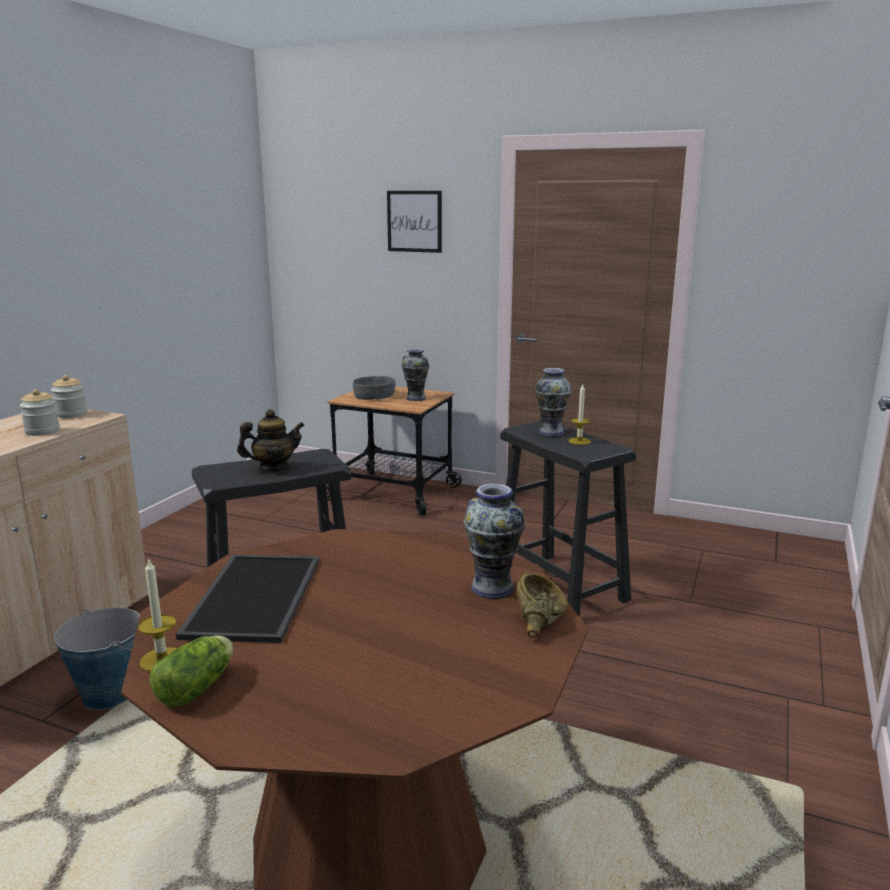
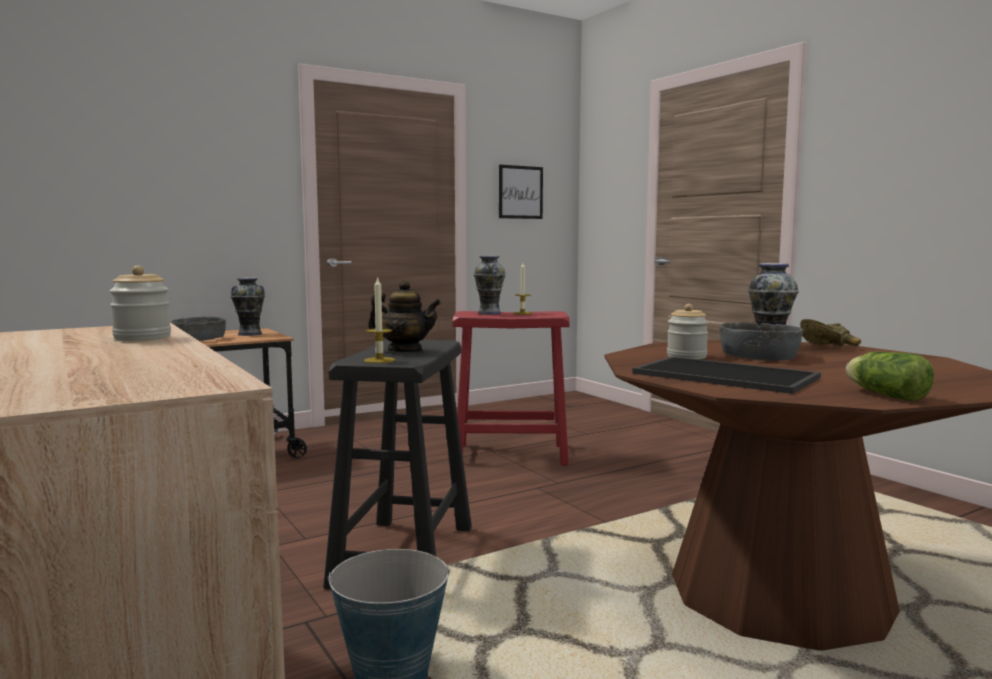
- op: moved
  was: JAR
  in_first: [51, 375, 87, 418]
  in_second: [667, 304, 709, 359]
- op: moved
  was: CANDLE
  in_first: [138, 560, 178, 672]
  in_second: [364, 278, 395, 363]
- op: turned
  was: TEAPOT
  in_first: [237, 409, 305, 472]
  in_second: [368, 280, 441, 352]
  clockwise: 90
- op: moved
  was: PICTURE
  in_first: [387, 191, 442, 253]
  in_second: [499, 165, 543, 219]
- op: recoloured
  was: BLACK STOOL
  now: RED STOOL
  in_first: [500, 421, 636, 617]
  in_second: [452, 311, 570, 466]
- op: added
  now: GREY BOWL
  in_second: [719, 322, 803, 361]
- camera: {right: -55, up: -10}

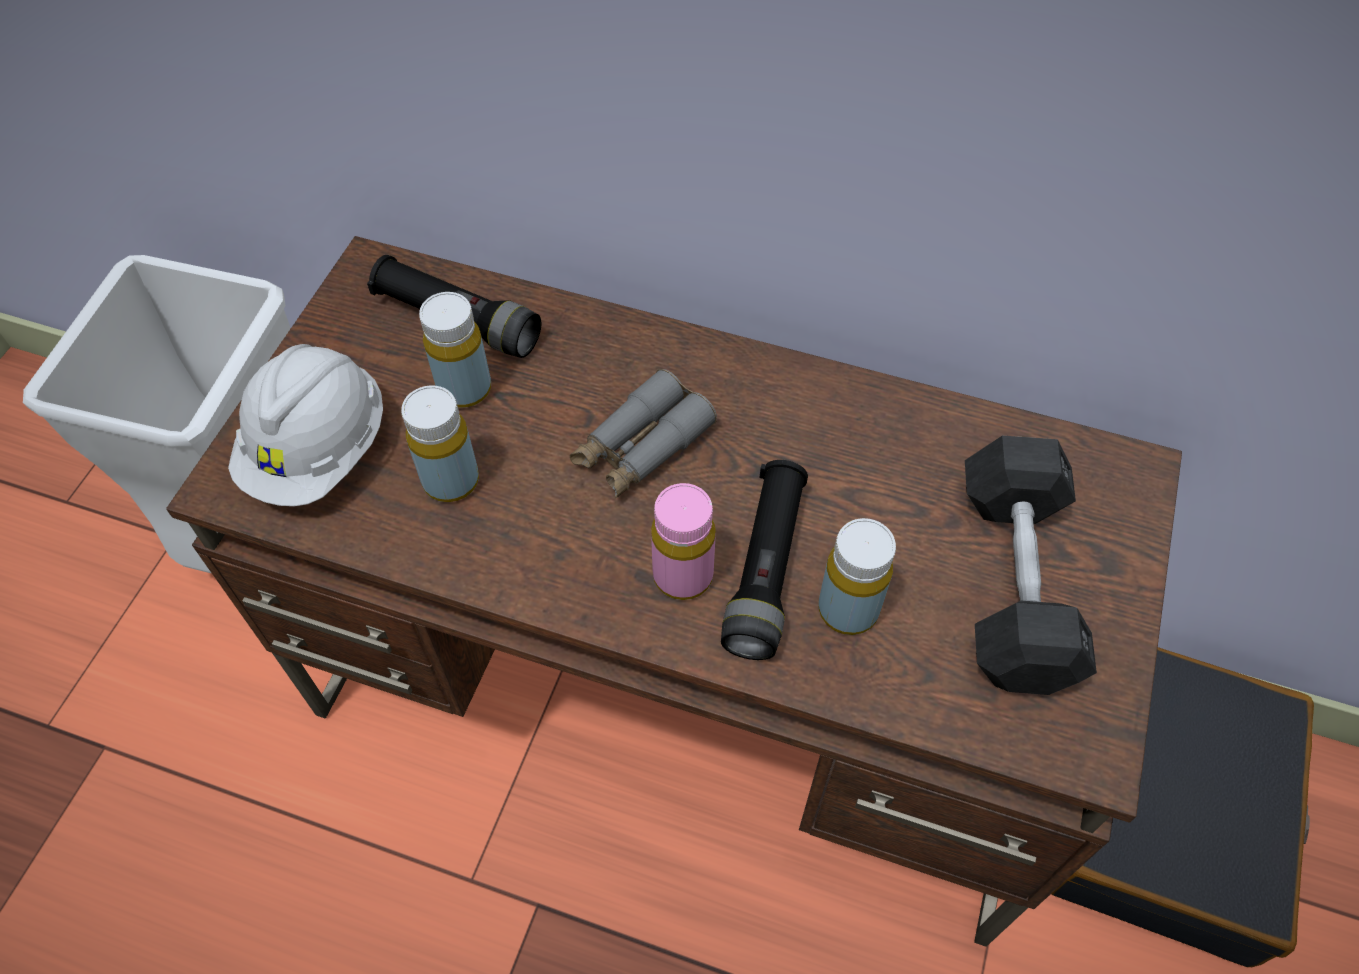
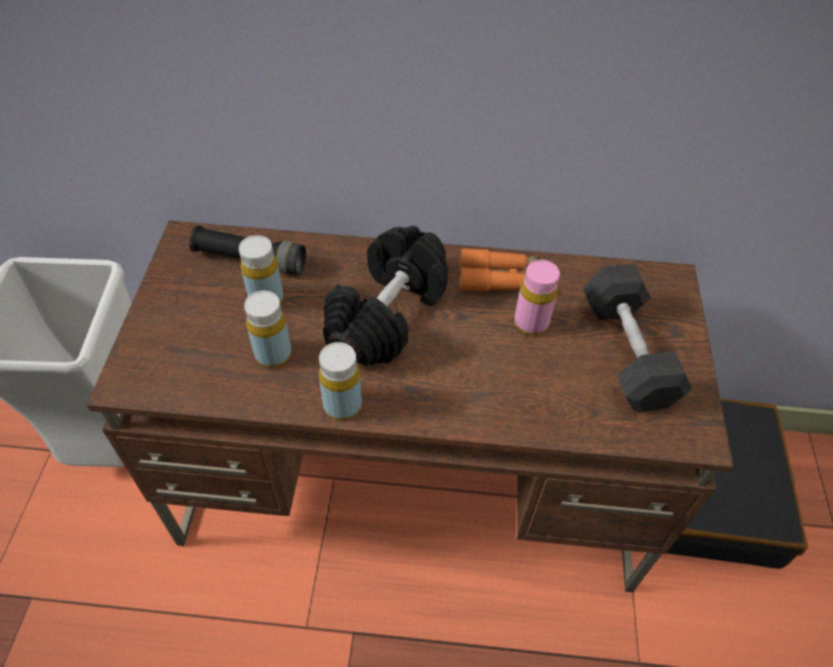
- op: removed
  was: WHITE HARD HAT
  in_first: [228, 344, 383, 506]
- op: replaced
  was: GREY BINOCULARS
  now: BLACK DUMBBELL
  in_first: [570, 369, 717, 498]
  in_second: [323, 226, 448, 366]
- op: moved
  was: PINK BOTTLE
  in_first: [651, 483, 716, 600]
  in_second: [514, 260, 560, 335]
- op: removed
  was: BLACK FLASHLIGHT
  in_first: [721, 460, 808, 660]
- op: moved
  was: YELLOW BOTTLE
  in_first: [818, 518, 896, 635]
  in_second: [319, 342, 362, 420]
- op: added
  now: ORANGE BINOCULARS
  in_second: [460, 248, 541, 292]
- camera: {right: -15, up: -5}

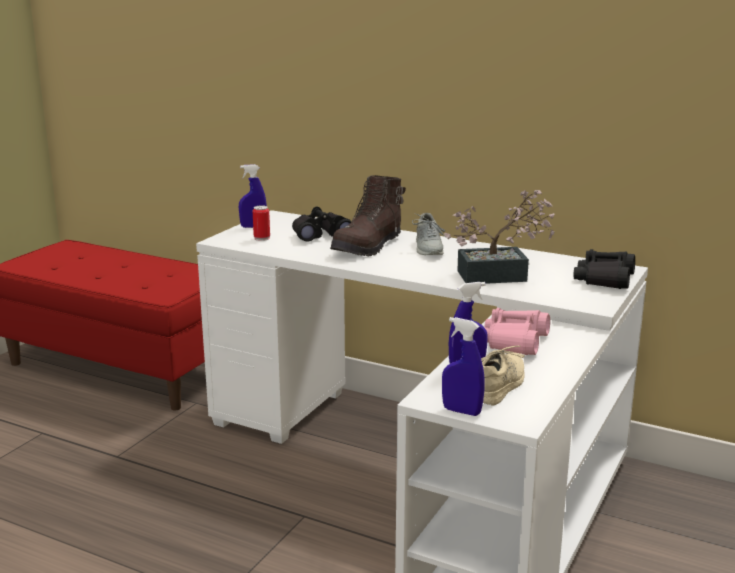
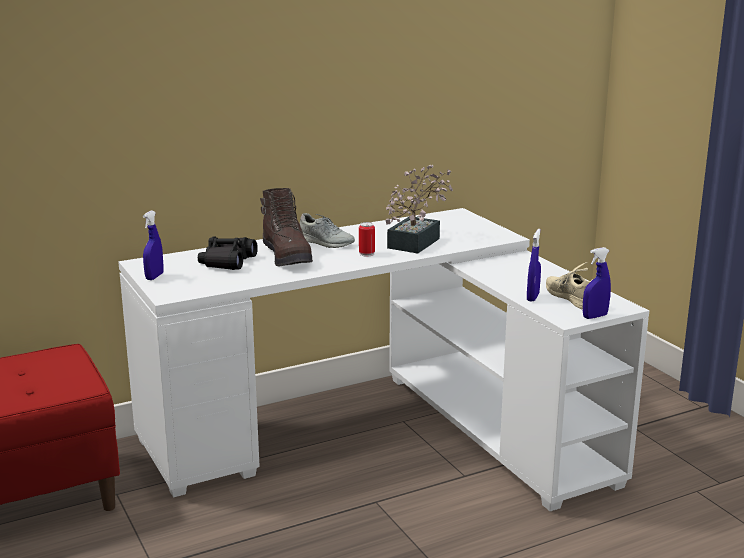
- op: moved
  was: CAN
  in_first: [253, 205, 270, 241]
  in_second: [359, 222, 375, 256]
- op: removed
  was: PINK BINOCULARS
  in_first: [484, 308, 550, 355]
- op: removed
  was: BLACK BINOCULARS
  in_first: [574, 249, 635, 289]
- camera: {right: -55, up: 0}

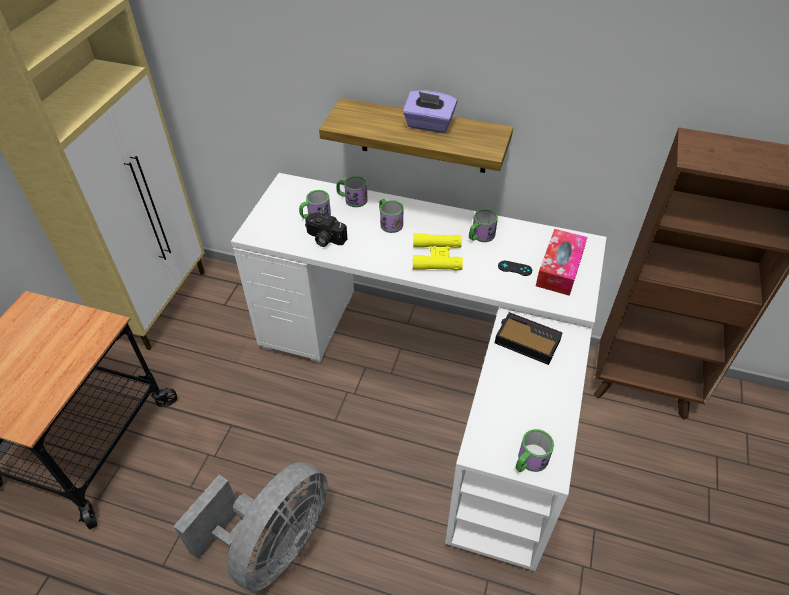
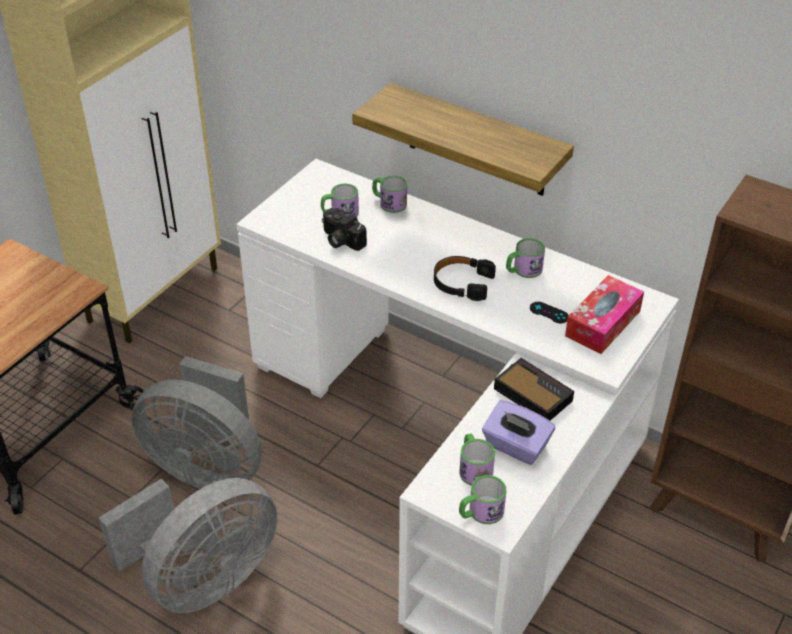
- op: moved
  was: MUG
  in_first: [379, 199, 403, 233]
  in_second: [459, 433, 495, 486]
- op: moved
  was: PURPLE TISSUE BOX
  in_first: [403, 90, 457, 133]
  in_second: [482, 400, 555, 465]
- op: replaced
  was: YELLOW BINOCULARS
  now: BLACK HEADPHONES
  in_first: [413, 233, 463, 270]
  in_second: [434, 256, 496, 301]
- op: added
  now: GREY FAN
  in_second: [131, 356, 261, 489]
- camera: {right: 15, up: -5}

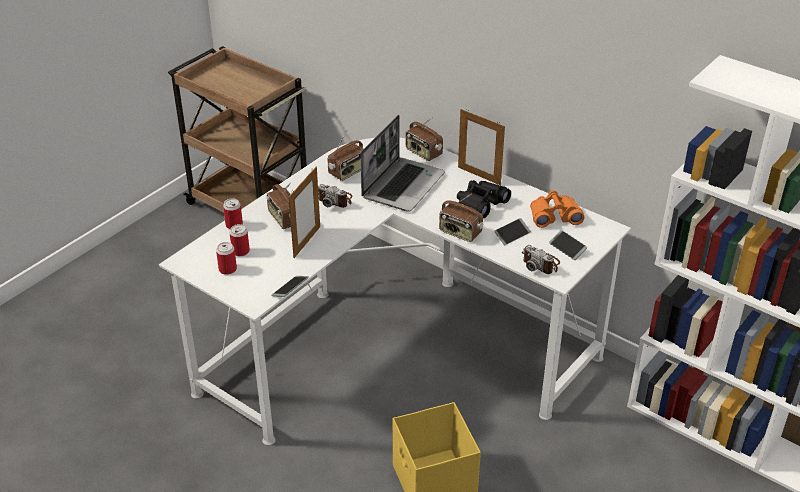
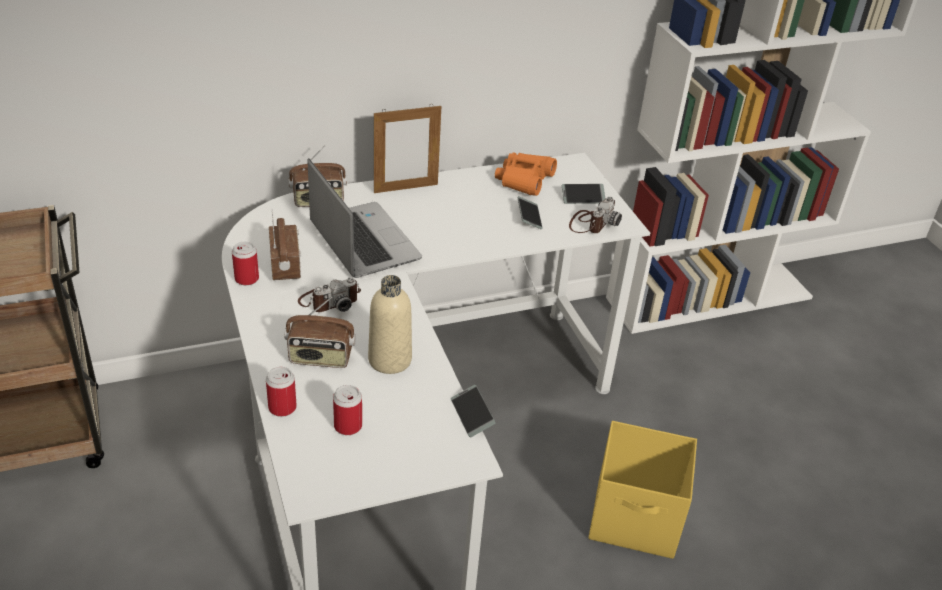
- op: moved
  was: CAN
  in_first: [216, 242, 237, 275]
  in_second: [232, 242, 259, 285]
- op: replaced
  was: PICTURE FRAME
  now: BEIGE BOTTLE
  in_first: [289, 167, 320, 258]
  in_second: [368, 275, 412, 374]
- op: removed
  was: RADIO
  in_first: [439, 193, 483, 242]
- op: removed
  was: BLACK BINOCULARS
  in_first: [457, 180, 511, 218]
- op: turned
  was: PHOTO CAMERA
  in_first: [521, 245, 560, 274]
  in_second: [569, 197, 622, 233]
  clockwise: -45
- camera: {right: -60, up: 0}

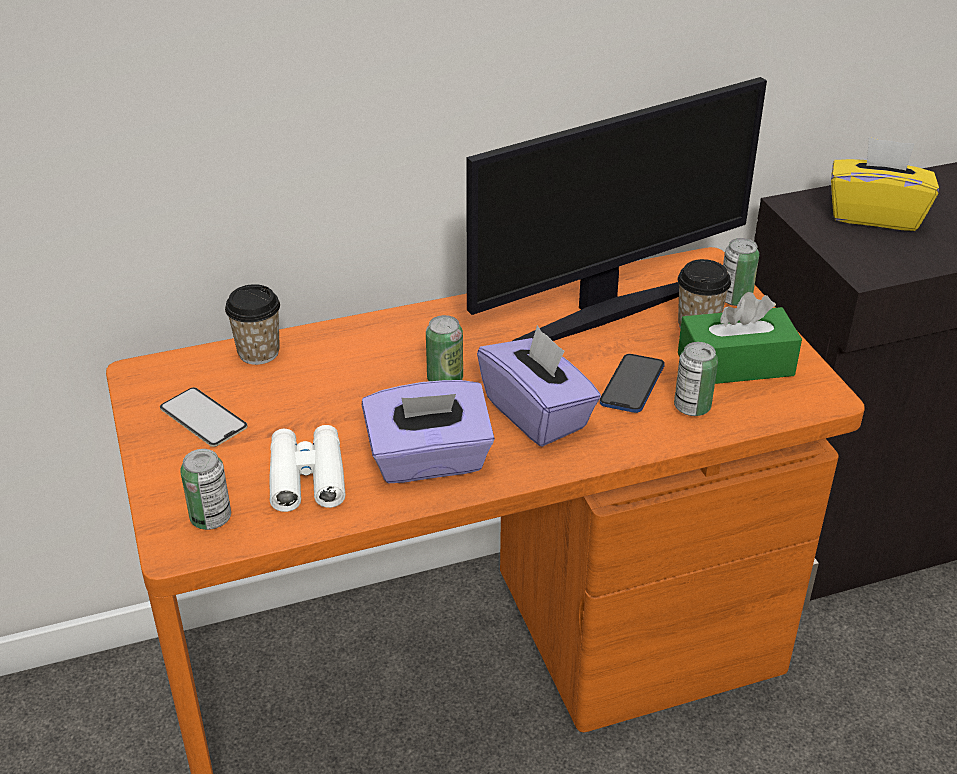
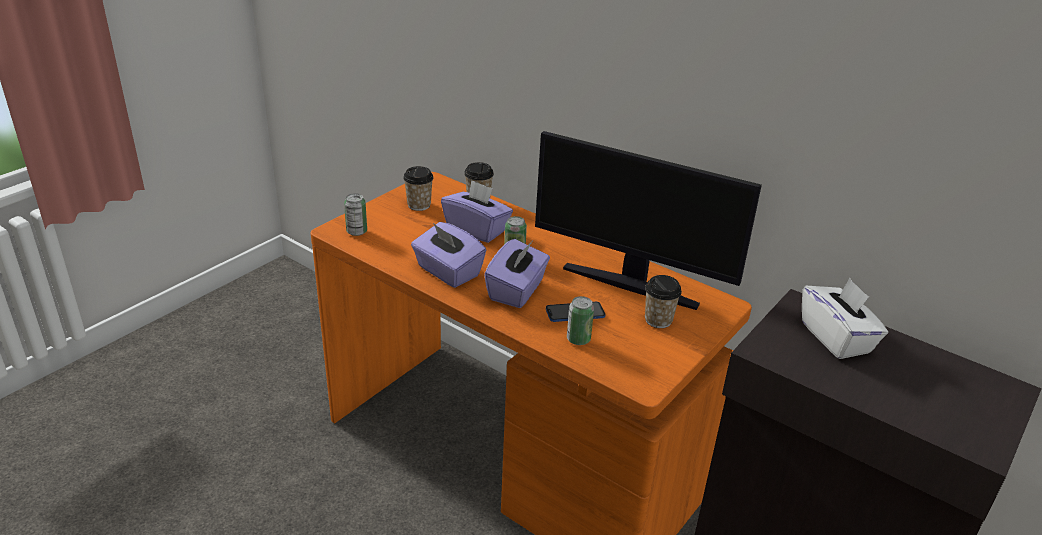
- op: replaced
  was: PHONE
  now: CUP
  in_first: [160, 387, 248, 447]
  in_second: [403, 166, 434, 211]
- op: removed
  was: WHITE BINOCULARS
  in_first: [269, 425, 345, 512]
- op: removed
  was: GREEN TISSUE BOX
  in_first: [678, 292, 802, 384]
- op: removed
  was: CAN
  in_first: [723, 238, 759, 306]
- op: recoloured
  was: YELLOW TISSUE BOX
  now: WHITE TISSUE BOX
  in_first: [831, 137, 939, 231]
  in_second: [802, 278, 888, 359]
- op: added
  now: PURPLE TISSUE BOX
  in_second: [441, 180, 513, 243]
- camera: {right: 55, up: -5}

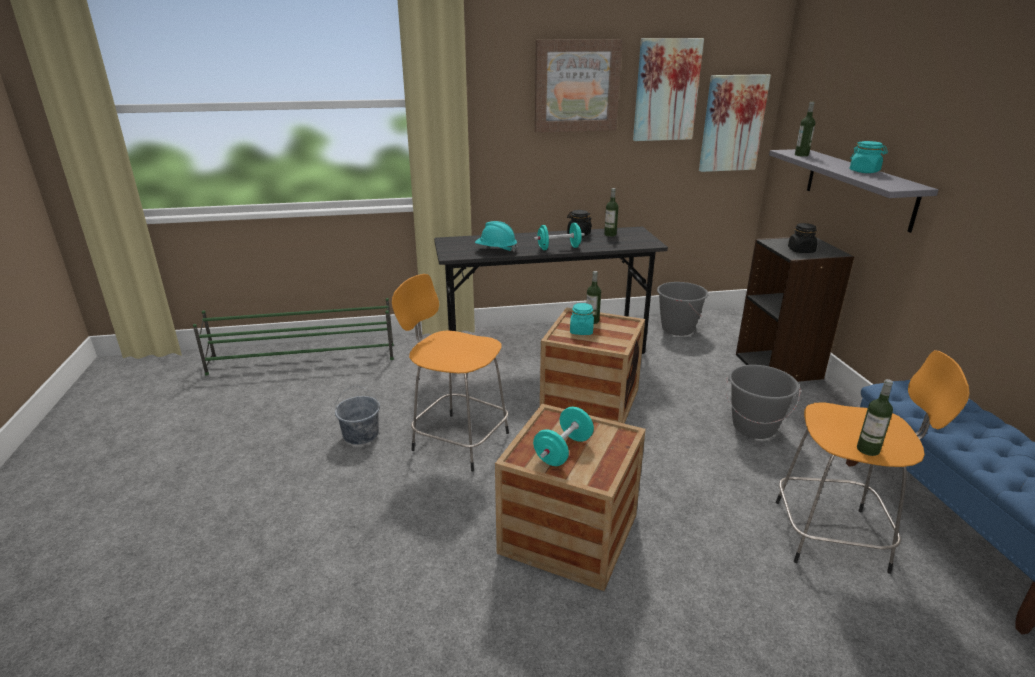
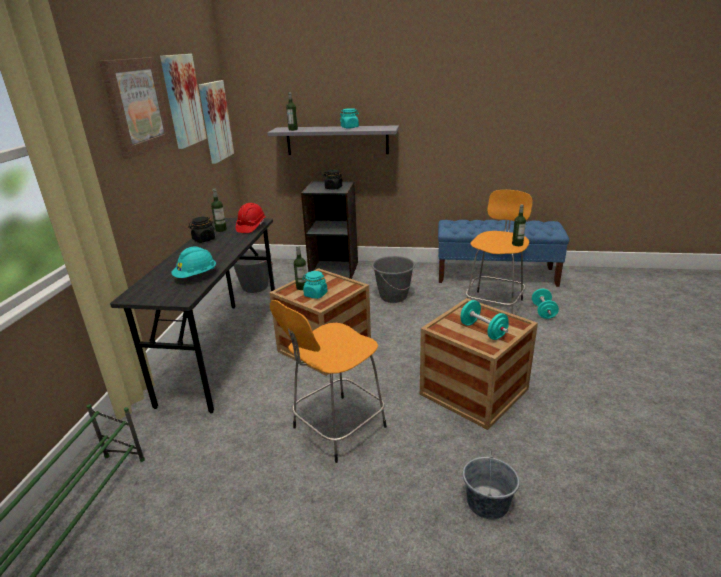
- op: moved
  was: GREY BUCKET
  in_first: [335, 386, 380, 445]
  in_second: [463, 449, 519, 519]
- op: moved
  was: TURQUOISE DUMBBELL
  in_first: [534, 223, 585, 250]
  in_second: [532, 289, 559, 319]
- op: added
  now: RED HARD HAT
  in_second: [236, 203, 266, 233]
- camera: {right: -70, up: 0}

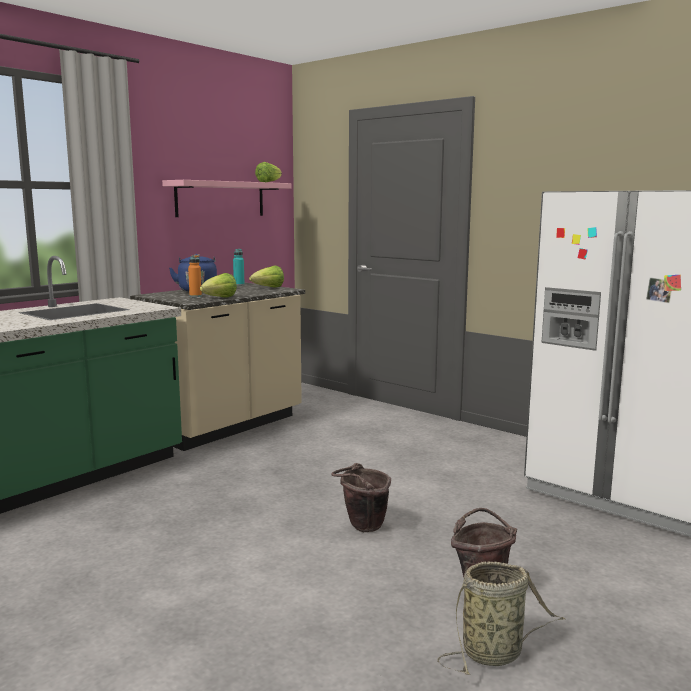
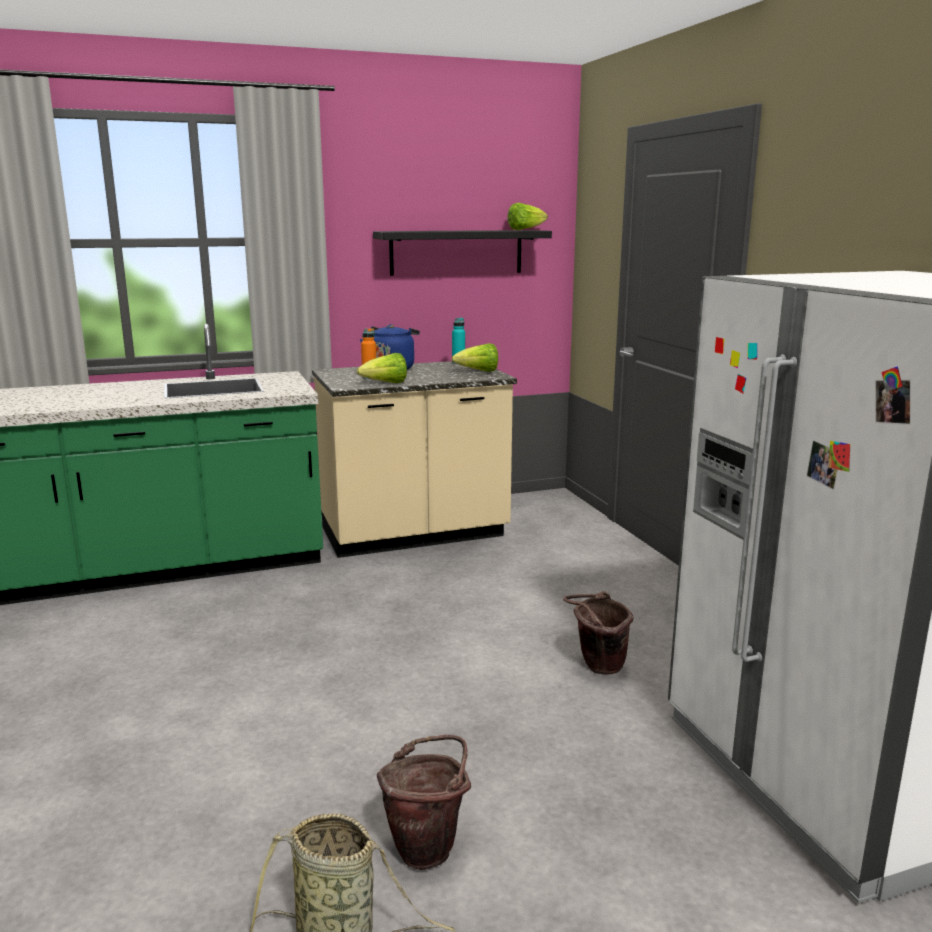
- op: recoloured
  was: PINK SHELF
  now: BLACK SHELF
  in_first: [162, 180, 292, 217]
  in_second: [373, 230, 552, 276]
- op: moved
  was: BROWN BUCKET
  in_first: [331, 463, 391, 532]
  in_second: [563, 591, 634, 675]
- camera: {right: 30, up: 5}

